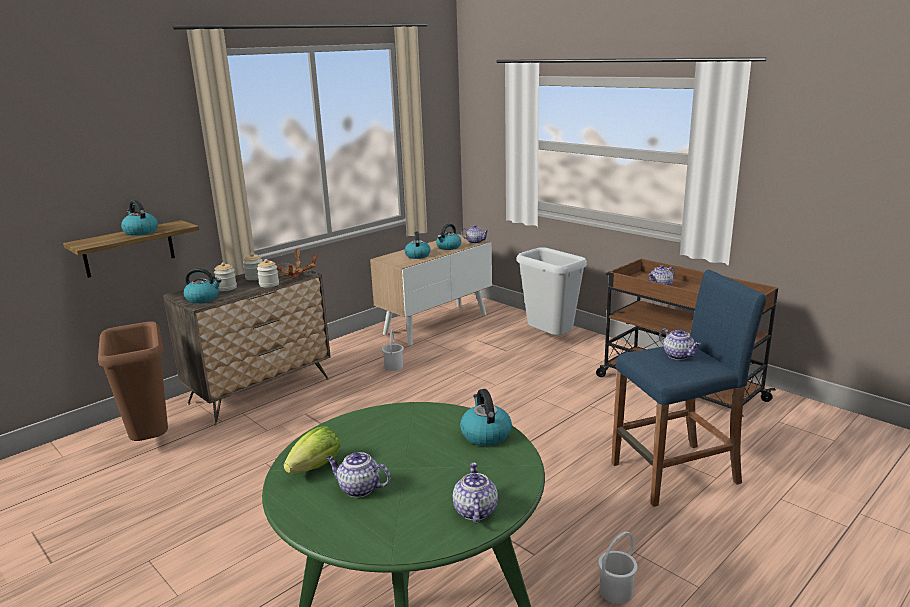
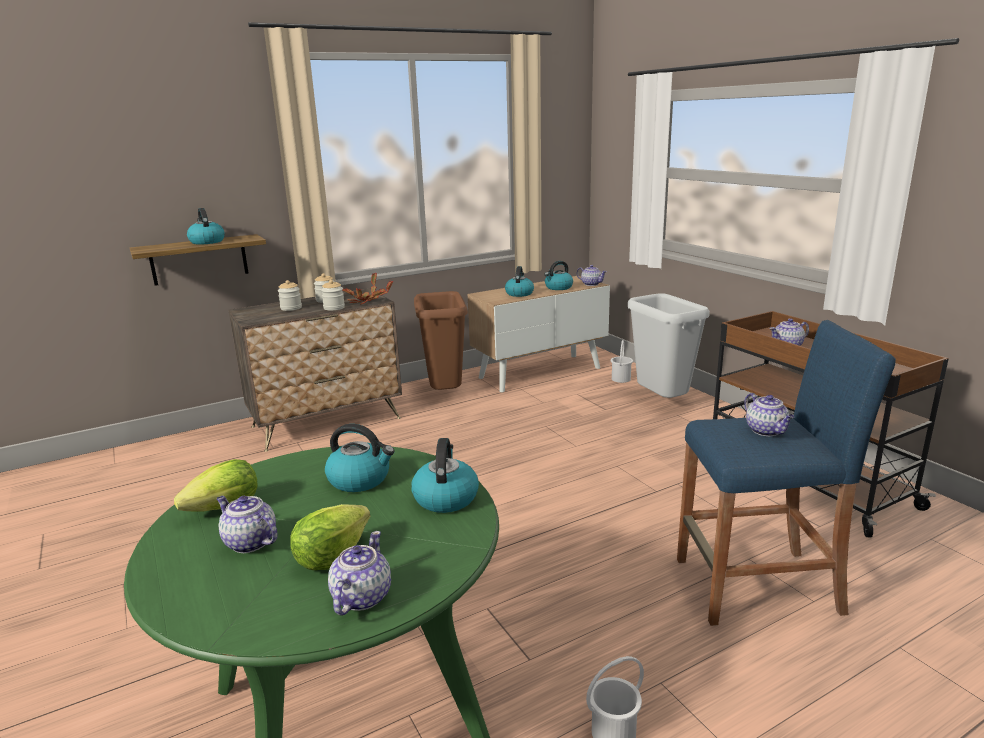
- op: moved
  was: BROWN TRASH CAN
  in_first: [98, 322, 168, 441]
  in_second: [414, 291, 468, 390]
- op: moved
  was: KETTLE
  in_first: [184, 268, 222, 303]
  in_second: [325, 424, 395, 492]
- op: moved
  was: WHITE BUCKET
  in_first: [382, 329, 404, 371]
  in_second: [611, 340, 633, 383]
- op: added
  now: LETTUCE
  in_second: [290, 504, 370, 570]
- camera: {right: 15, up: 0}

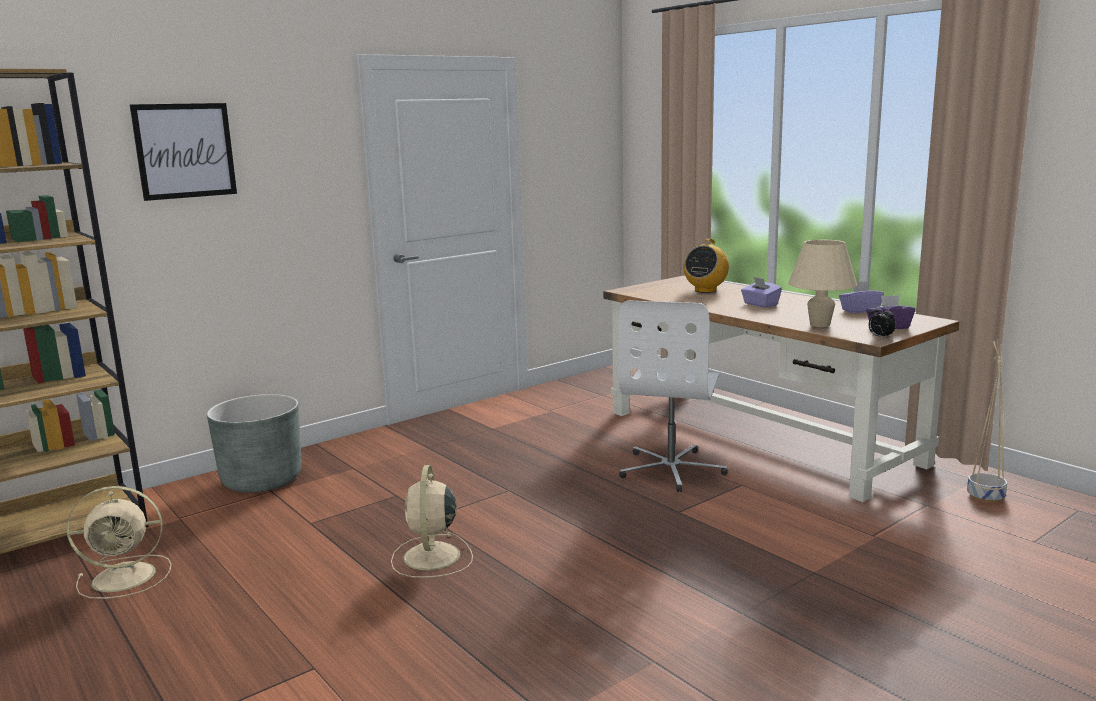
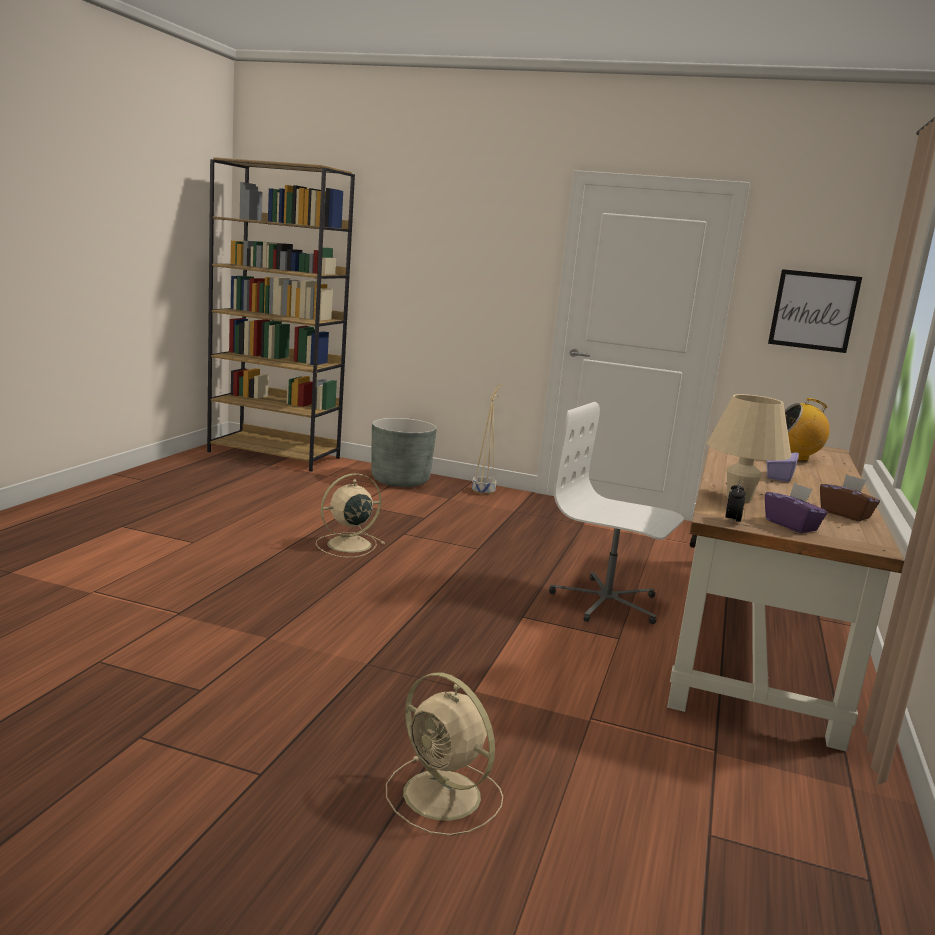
- op: moved
  was: BEIGE FAN
  in_first: [66, 486, 171, 599]
  in_second: [386, 672, 503, 836]
- op: moved
  was: PICTURE
  in_first: [130, 103, 237, 201]
  in_second: [768, 269, 862, 353]
- op: turned
  was: WHITE OFFICE CHAIR
  in_first: [618, 300, 728, 492]
  in_second: [549, 402, 684, 624]
  clockwise: 45
- op: recoloured
  was: PURPLE TISSUE BOX
  now: BROWN TISSUE BOX
  in_first: [839, 281, 884, 313]
  in_second: [820, 474, 880, 521]
- op: moved
  was: BEIGE PLANTER
  in_first: [967, 341, 1007, 503]
  in_second: [472, 384, 502, 495]
- camera: {right: 55, up: 0}

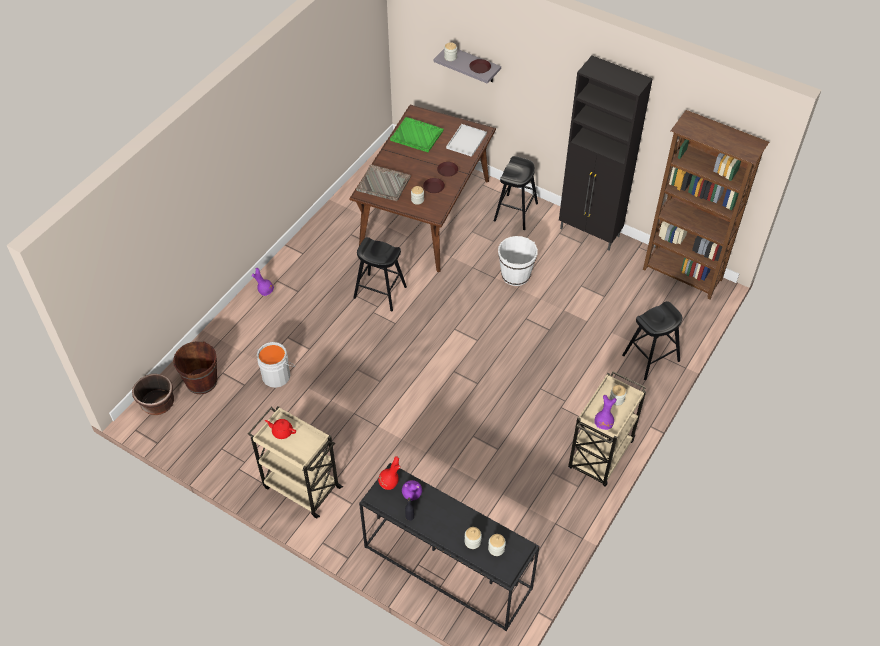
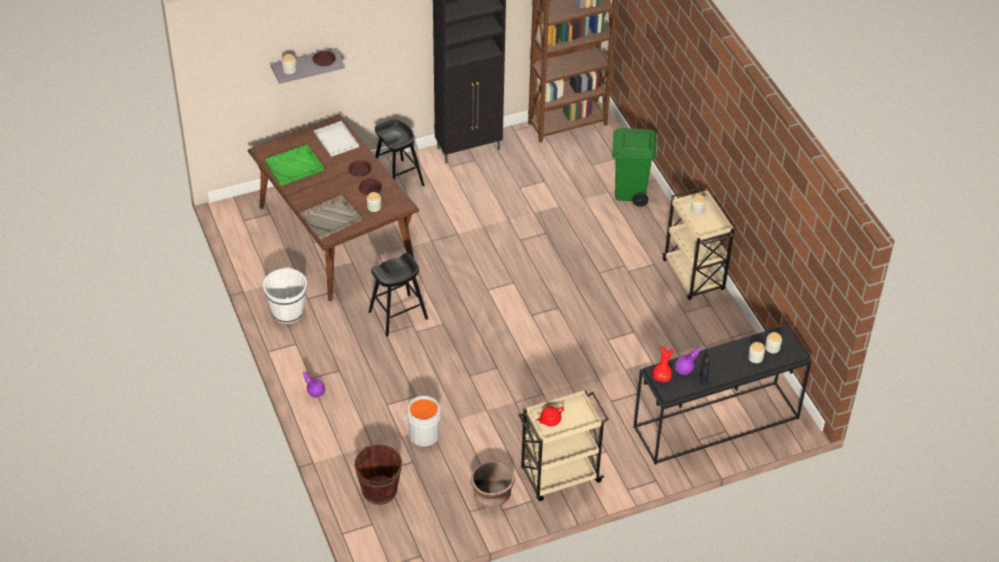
- op: moved
  was: BROWN PLANTER
  in_first: [132, 374, 174, 415]
  in_second: [471, 461, 515, 507]
- op: moved
  was: WHITE BUCKET
  in_first: [498, 236, 538, 286]
  in_second: [263, 267, 307, 324]
- op: removed
  was: PURPLE VASE
  in_first: [594, 395, 617, 430]
- op: replaced
  was: BLACK STOOL
  now: GREEN TRASH CAN
  in_first: [622, 301, 682, 380]
  in_second: [612, 128, 658, 207]
- camera: {right: -55, up: -5}

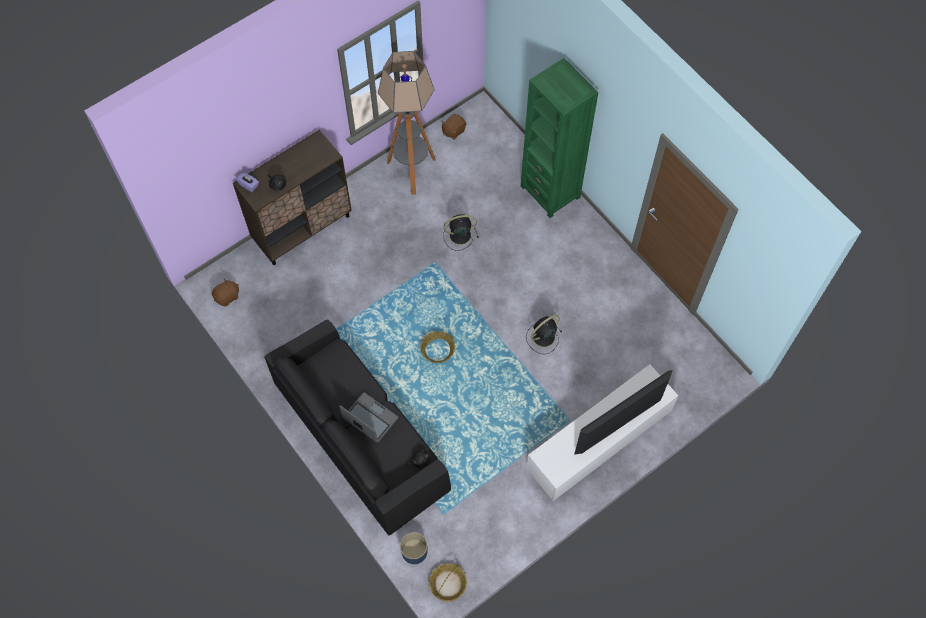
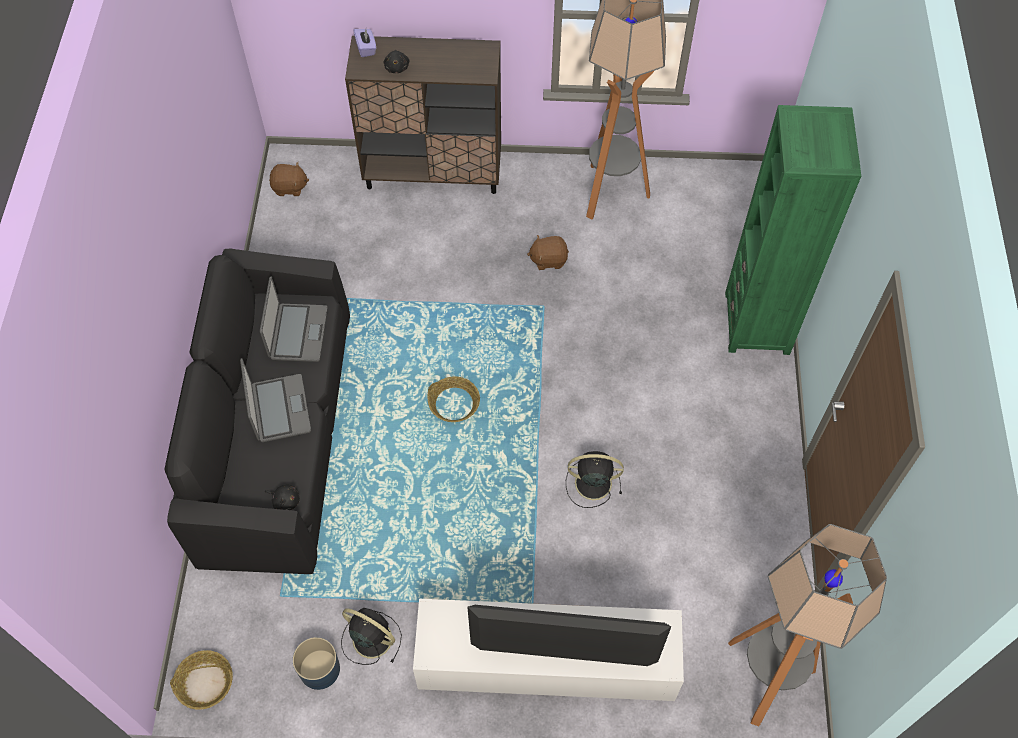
- op: moved
  was: BLUE PLANTER
  in_first: [400, 532, 427, 564]
  in_second: [293, 637, 340, 690]
- op: moved
  was: BROWN PLUSH TOY
  in_first: [442, 114, 466, 140]
  in_second: [527, 235, 569, 270]
- op: moved
  was: BLACK FAN
  in_first: [443, 214, 479, 251]
  in_second: [341, 608, 402, 665]
- op: added
  now: LAPTOP
  in_second: [260, 276, 328, 362]
- op: added
  now: FLOOR LAMP
  in_second: [728, 524, 887, 726]
- camera: {right: 40, up: -5}

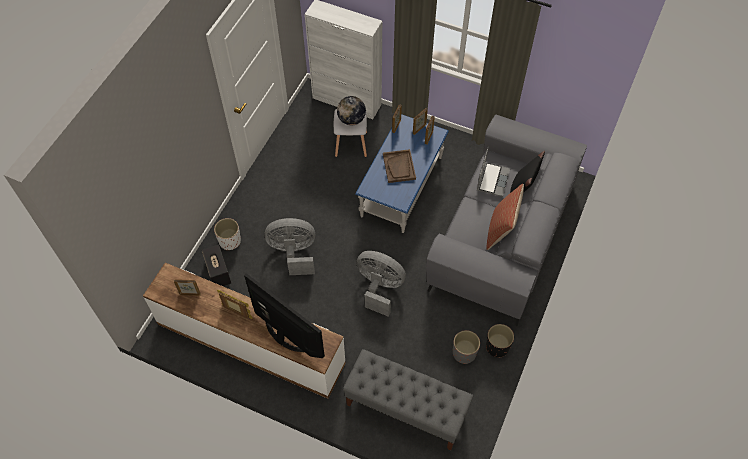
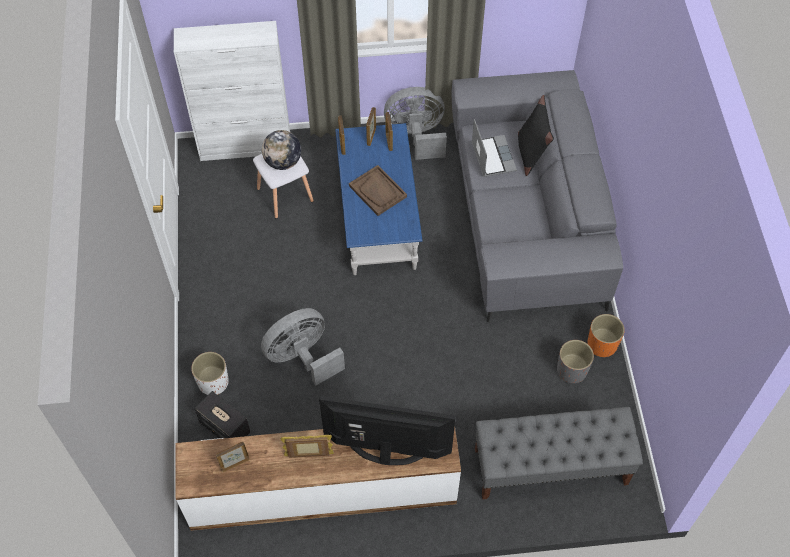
- op: moved
  was: GREY FAN
  in_first: [356, 251, 406, 317]
  in_second: [384, 87, 447, 160]
- op: removed
  was: PILLOW
  in_first: [486, 184, 524, 250]
- op: recoloured
  was: BLACK PLANTER
  now: ORANGE PLANTER
  in_first: [486, 324, 514, 357]
  in_second: [587, 314, 625, 357]
- camera: {right: -30, up: 0}

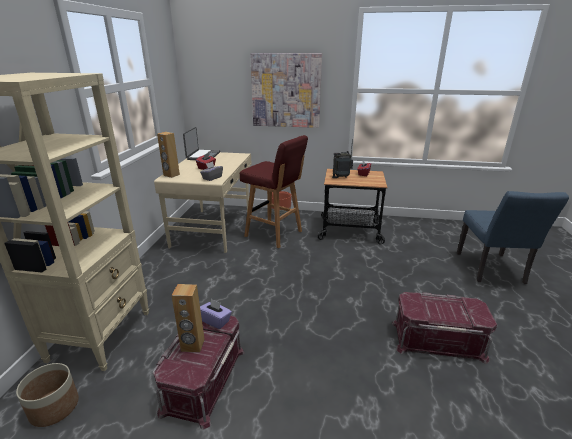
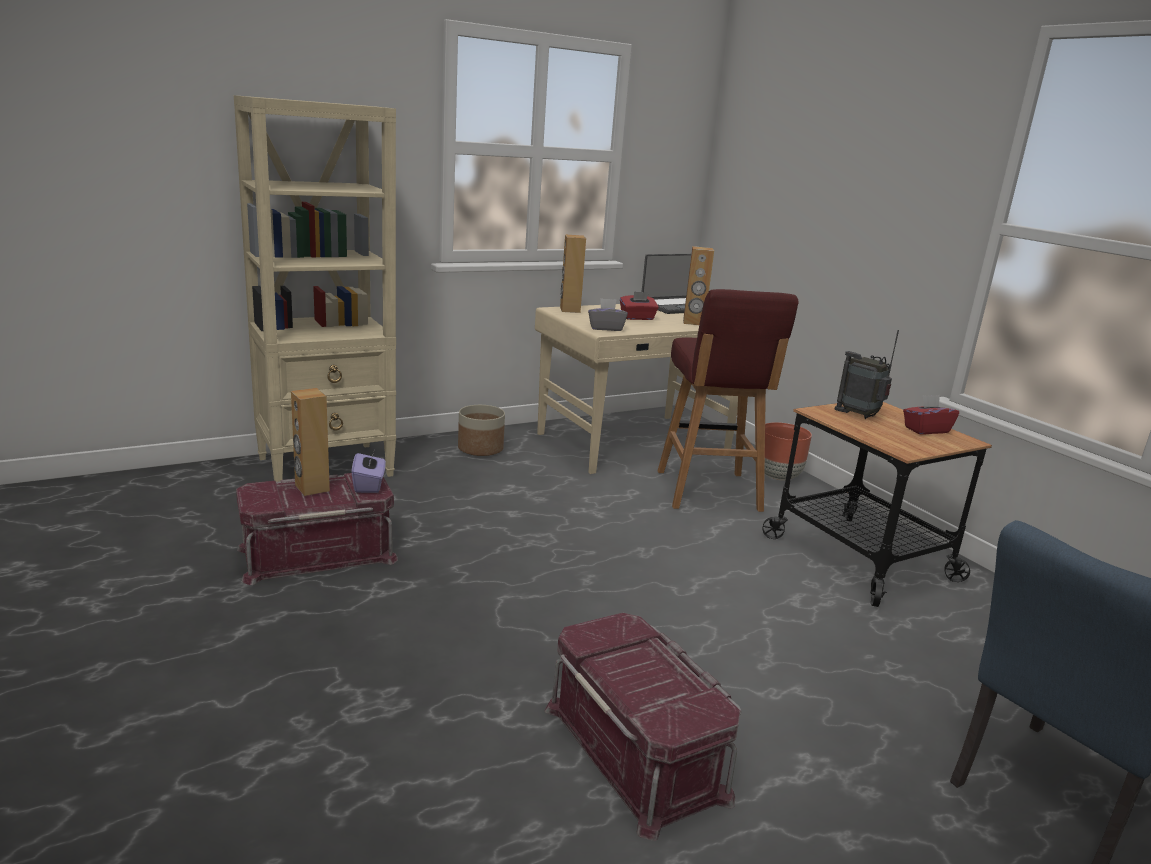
- op: moved
  was: PLANTER
  in_first: [16, 363, 79, 427]
  in_second: [458, 405, 505, 456]
- op: removed
  was: PICTURE
  in_first: [250, 53, 322, 128]
- op: added
  now: BROWN SPEAKER
  in_second: [683, 246, 714, 325]
- camera: {right: 50, up: -5}

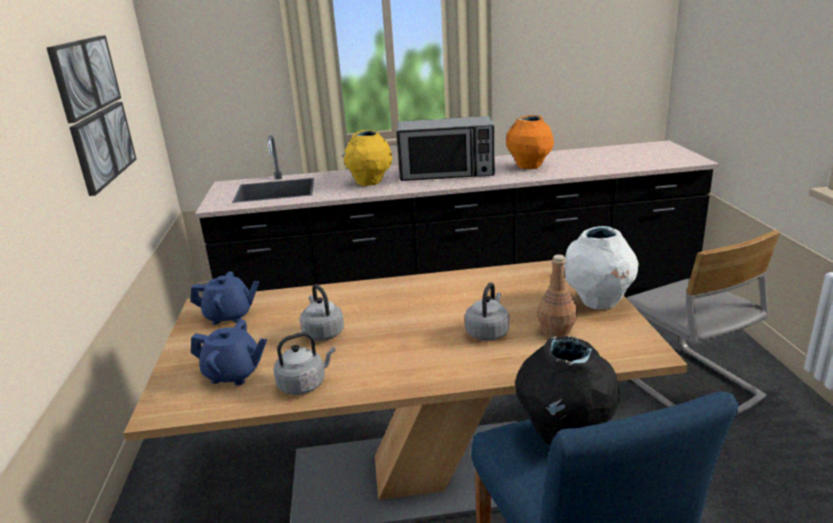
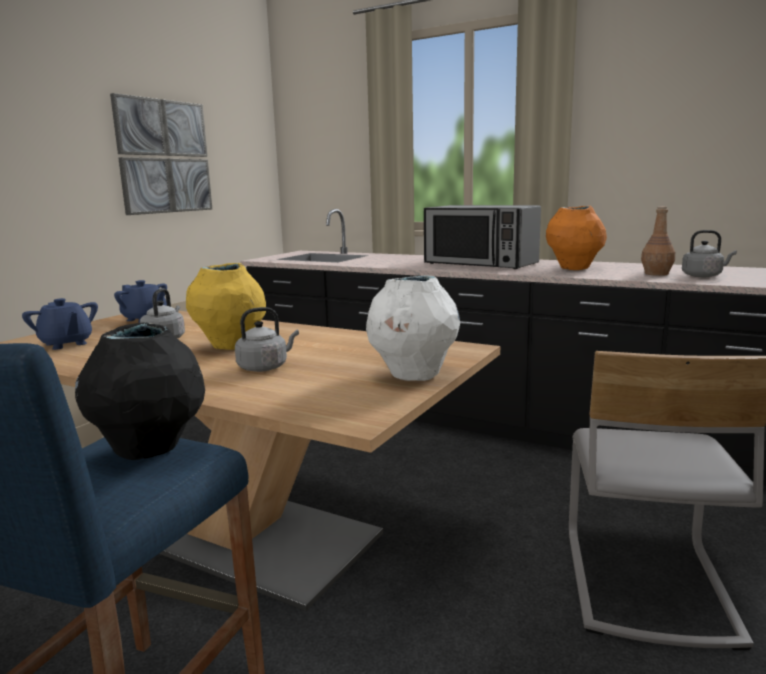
- op: moved
  was: GREY KETTLE
  in_first: [273, 332, 336, 395]
  in_second: [682, 230, 737, 277]
- op: moved
  was: YELLOW VASE
  in_first: [343, 130, 392, 186]
  in_second: [186, 263, 266, 350]
- op: moved
  was: BROWN BOTTLE
  in_first: [537, 254, 577, 337]
  in_second: [641, 206, 675, 276]
- camera: {right: 35, up: -10}

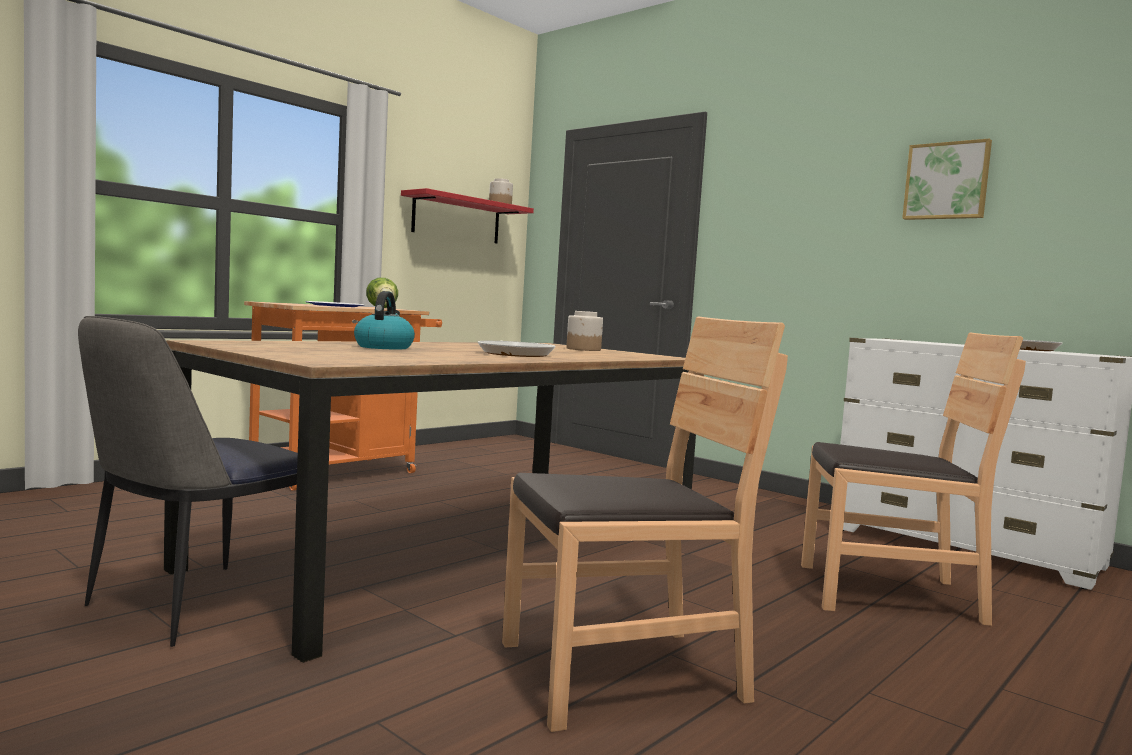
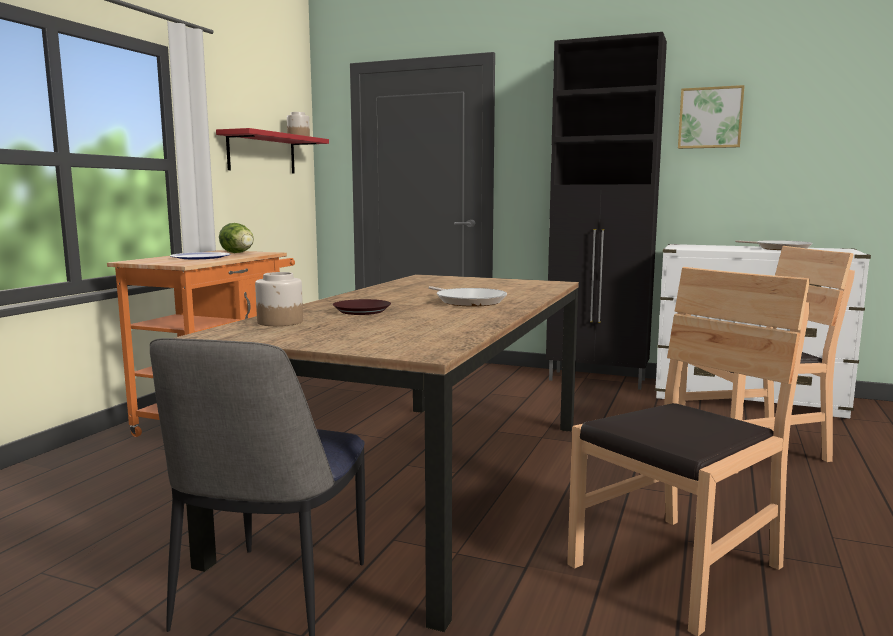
- op: replaced
  was: KETTLE
  now: BROWN PLATE
  in_first: [354, 291, 415, 349]
  in_second: [333, 299, 391, 315]
- op: moved
  was: JAR
  in_first: [566, 311, 603, 351]
  in_second: [255, 272, 303, 326]
- op: added
  now: BLACK CABINET
  in_second: [546, 32, 667, 390]
- camera: {right: -20, up: 5}

